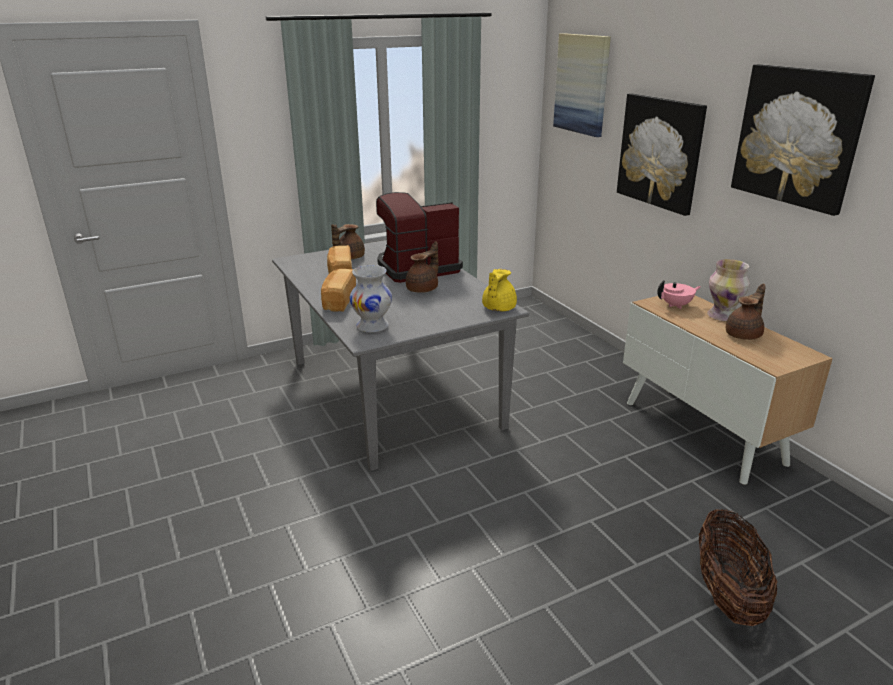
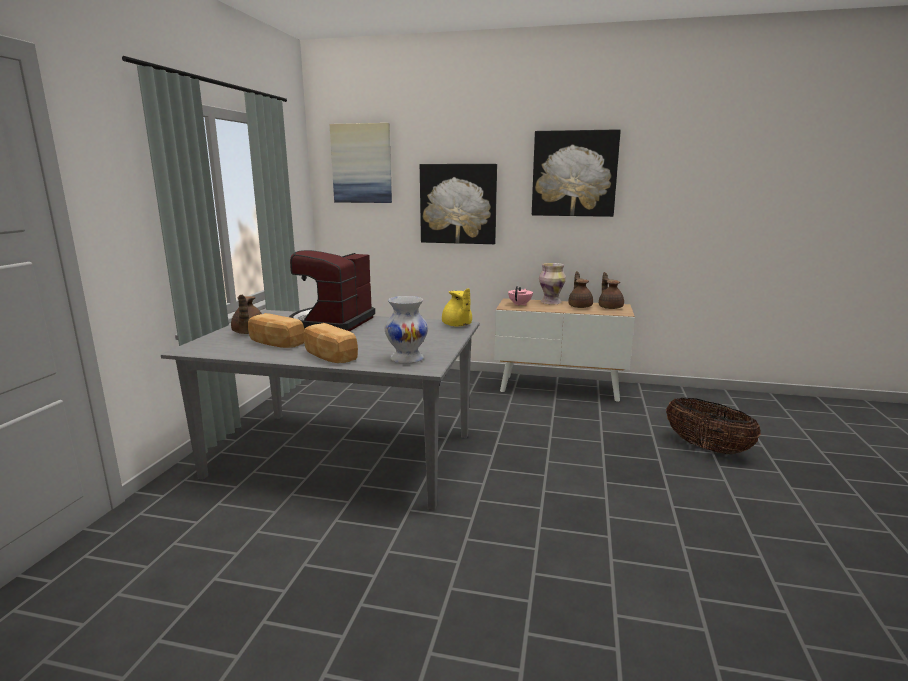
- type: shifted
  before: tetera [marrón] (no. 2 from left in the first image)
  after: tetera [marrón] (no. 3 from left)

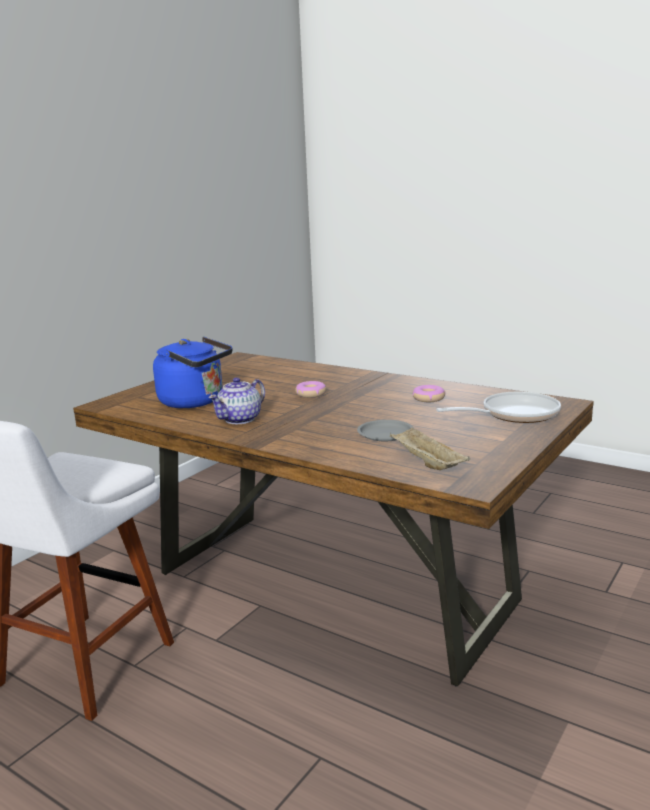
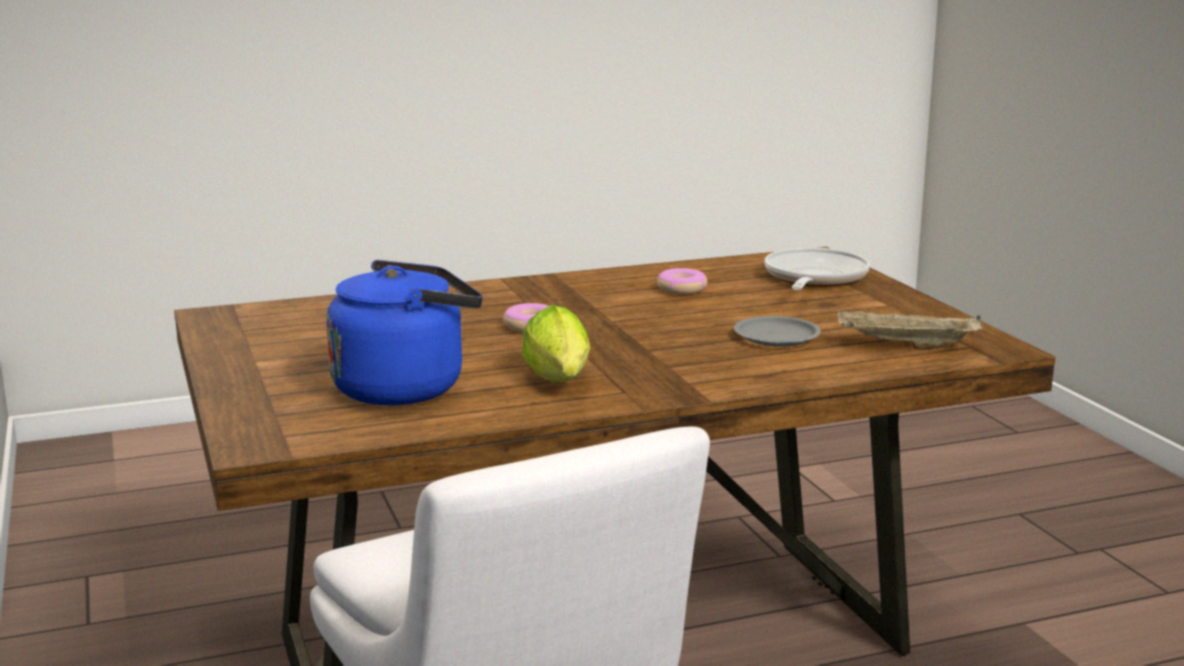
- type: swapped
  before: tetera
  after: lechuga

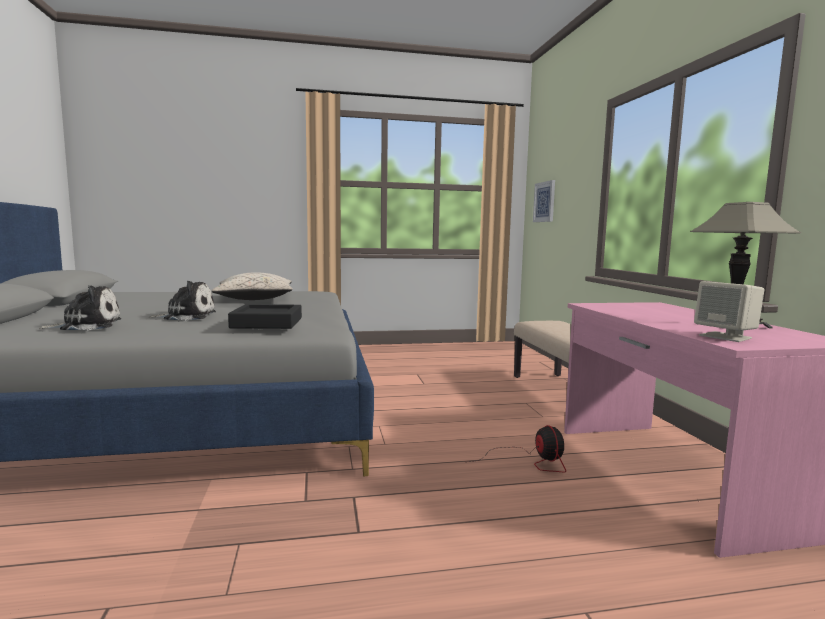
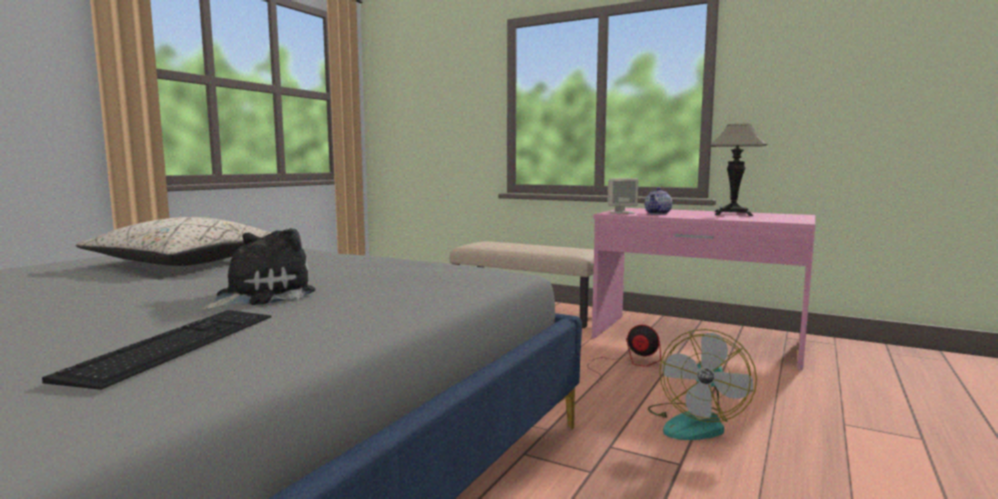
- type: swapped
  before: peluche (no. 1 from left)
  after: teclado
- type: shifted
  before: altavoz [beis]
- type: new
  after: tetera
- type: new
  after: ventilador (no. 2 from left)
- type: gone
  before: bandeja [negro]
- type: gone
  before: cuadro

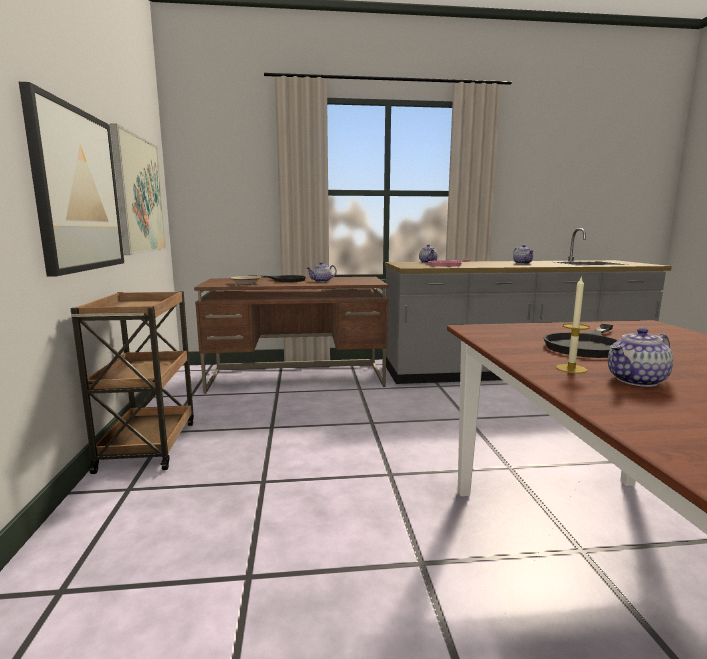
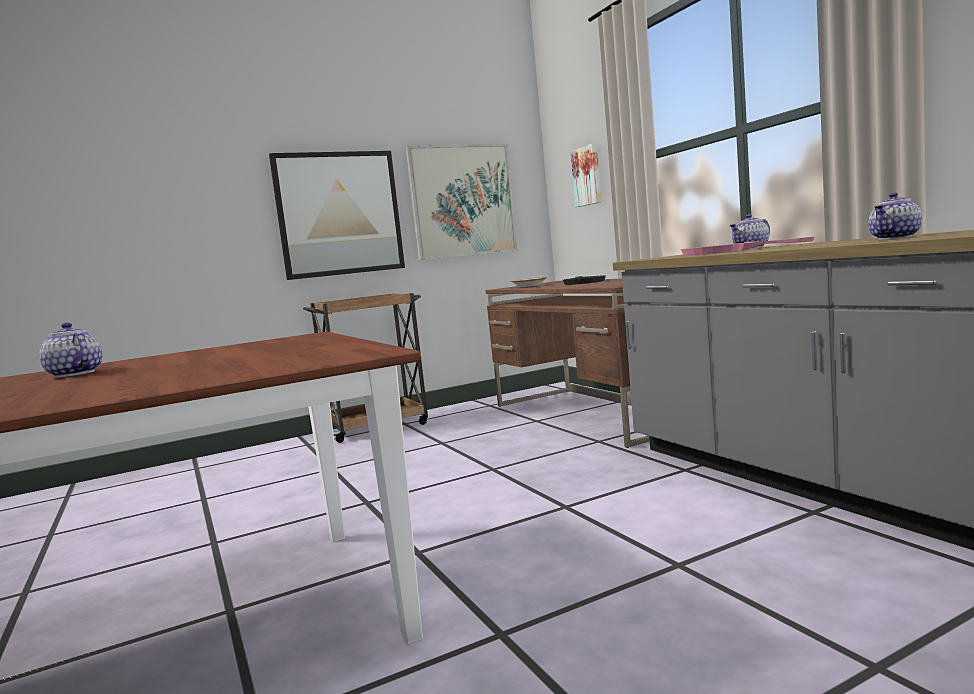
- type: new
  after: cuadro (no. 3 from left)
- type: gone
  before: tetera (no. 1 from left)
- type: gone
  before: sartén [negro] (no. 2 from left)
- type: gone
  before: vela

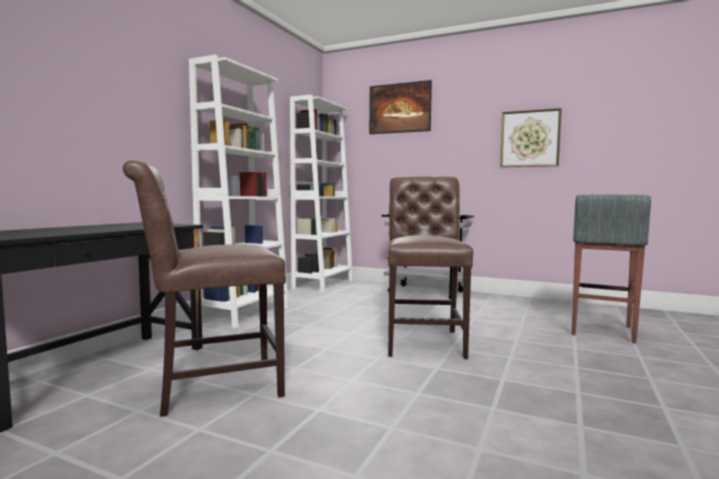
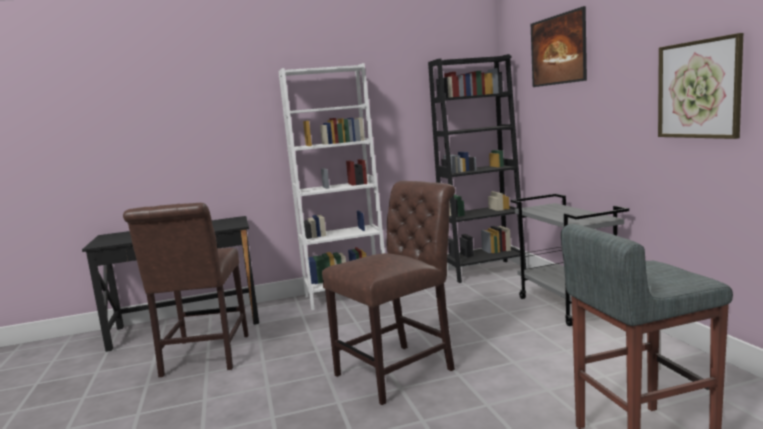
- type: rotated
  before: silla [marrón] (no. 1 from left)
  turn: -120
- type: repainted
  before: estantería [blanco] (no. 2 from left)
  after: estantería [negro]

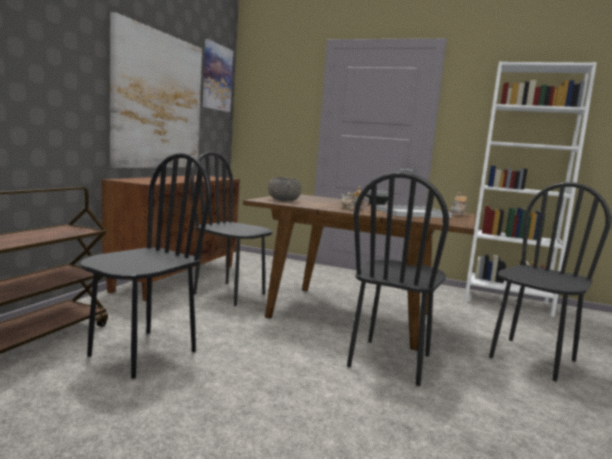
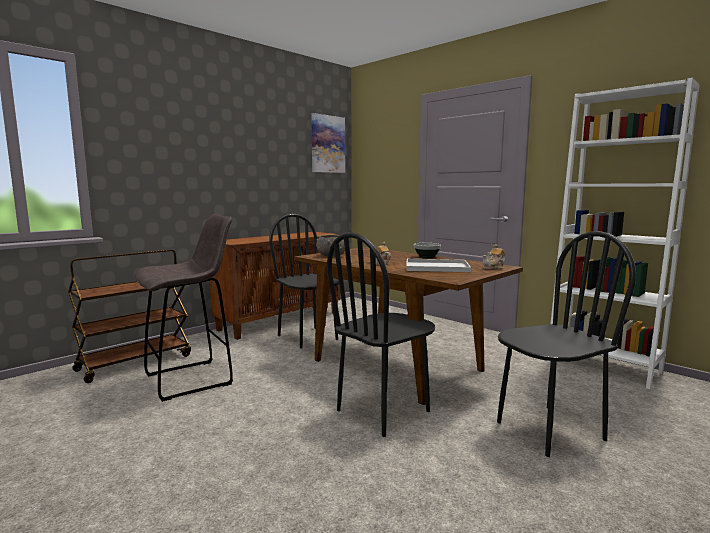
- type: swapped
  before: silla [negro] (no. 1 from left)
  after: taburete [gris]
- type: gone
  before: cuadro (no. 1 from left)

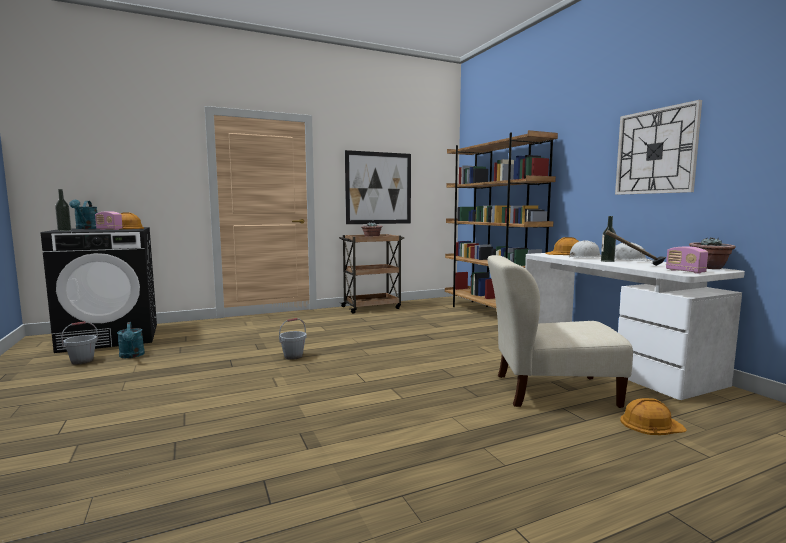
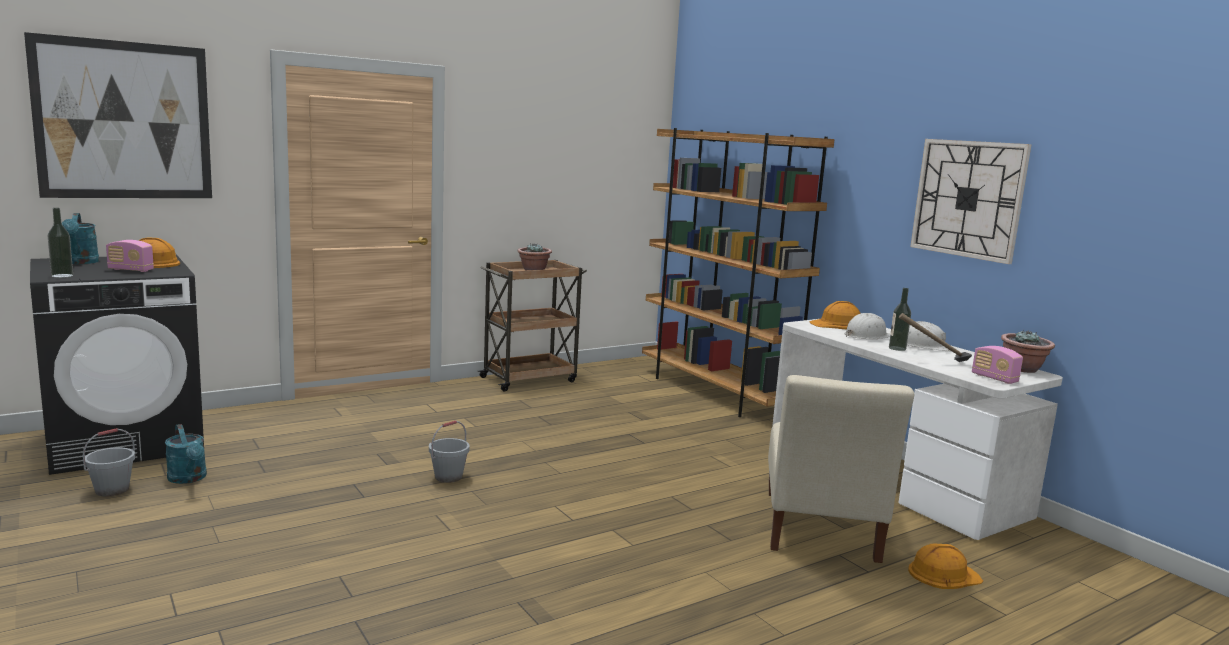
- type: shifted
  before: cuadro
- type: rotated
  before: silla [beis]
  turn: -75

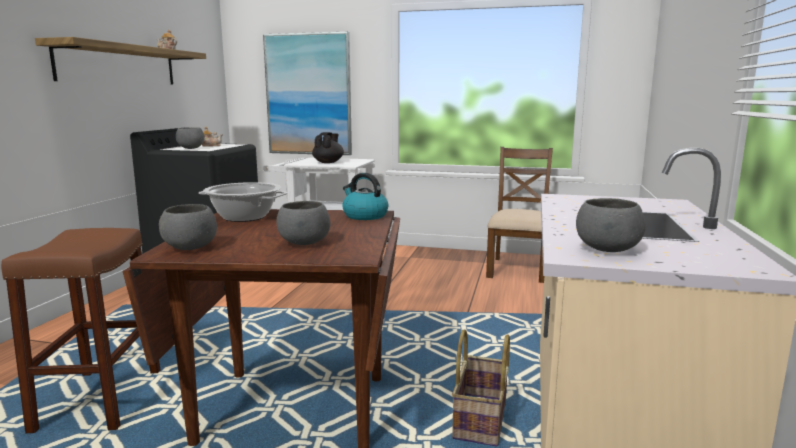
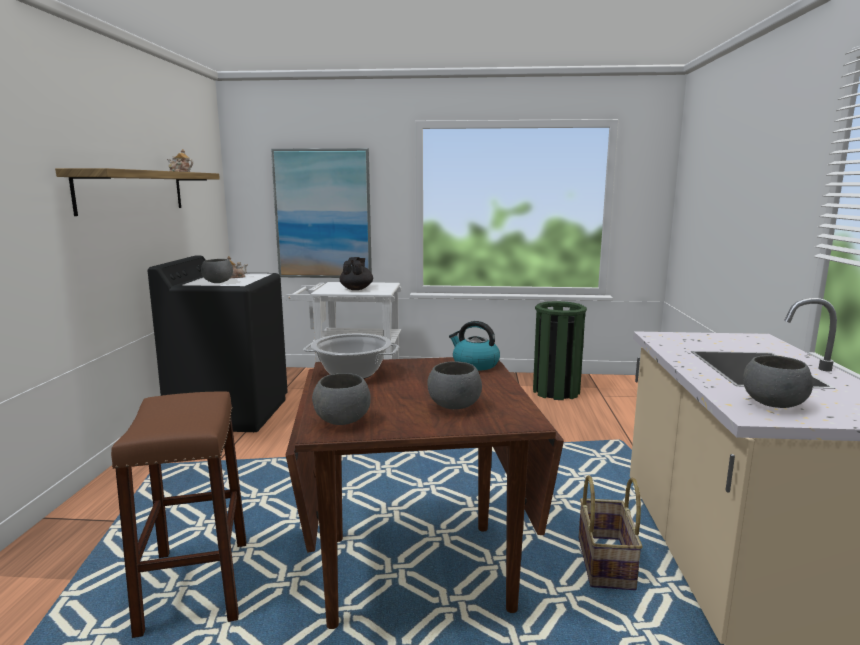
- type: swapped
  before: silla [marrón]
  after: papelera [verde]

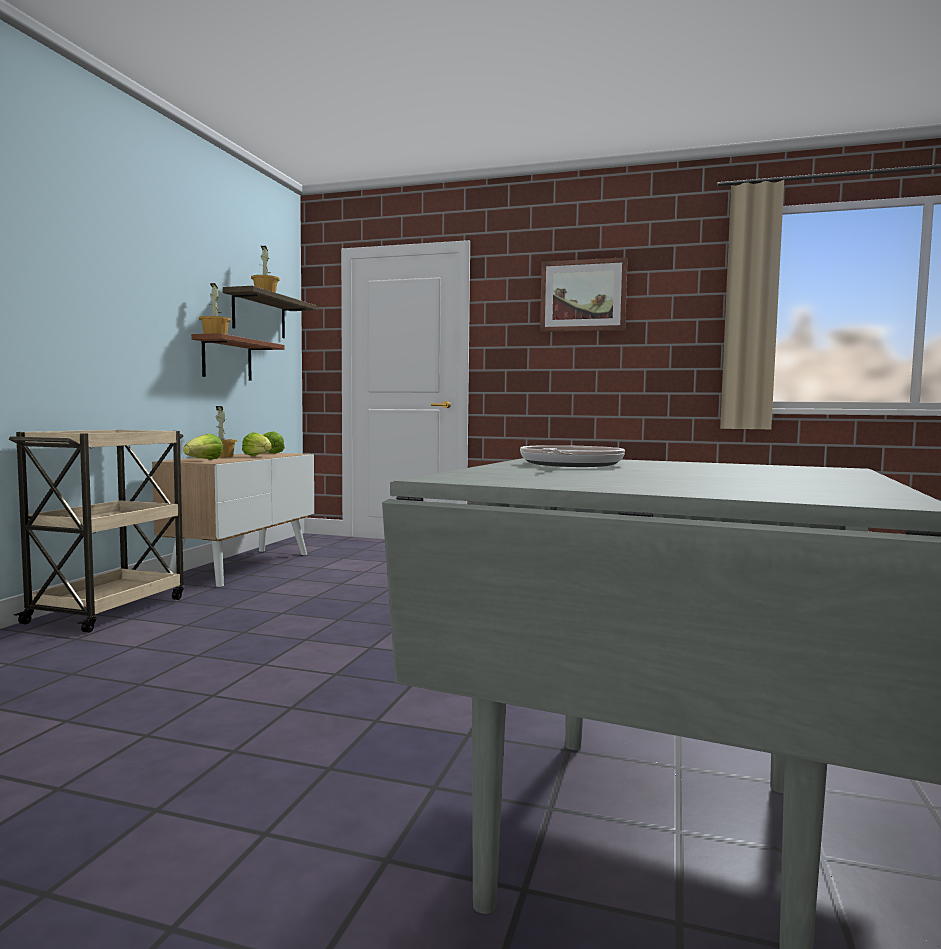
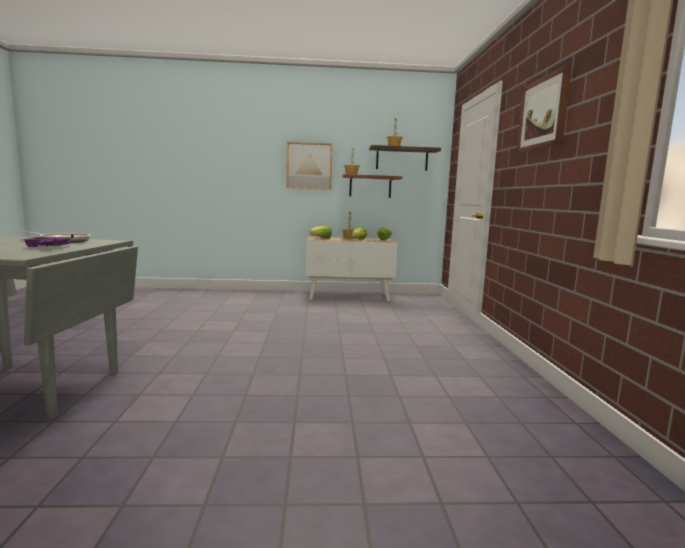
- type: new
  after: bandeja [morado]
- type: new
  after: cuadro (no. 1 from left)
- type: gone
  before: carrito [beis]

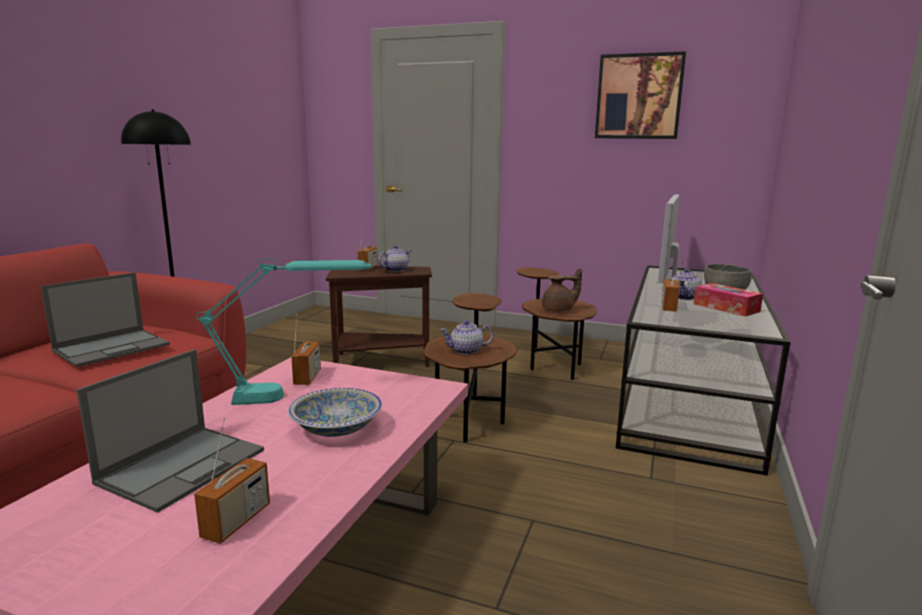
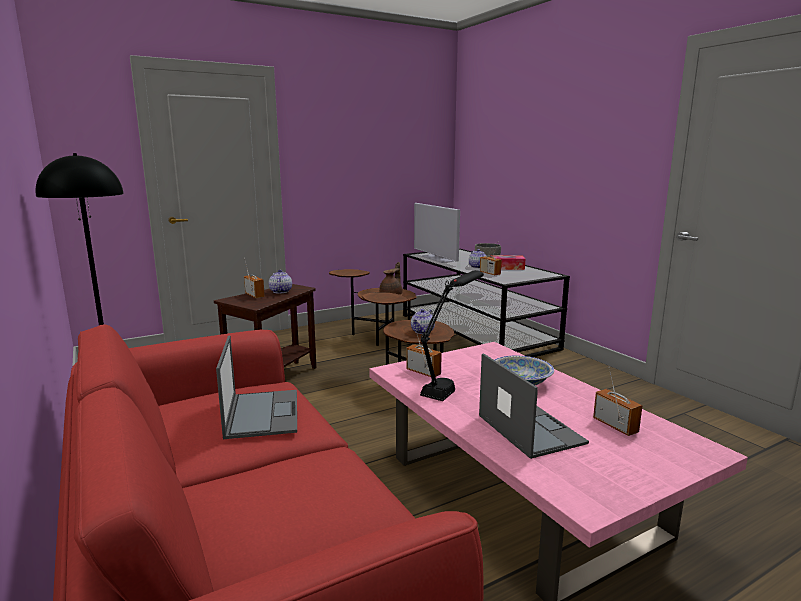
- type: repainted
  before: lámpara de mesa [turquesa]
  after: lámpara de mesa [negro]
- type: gone
  before: cuadro

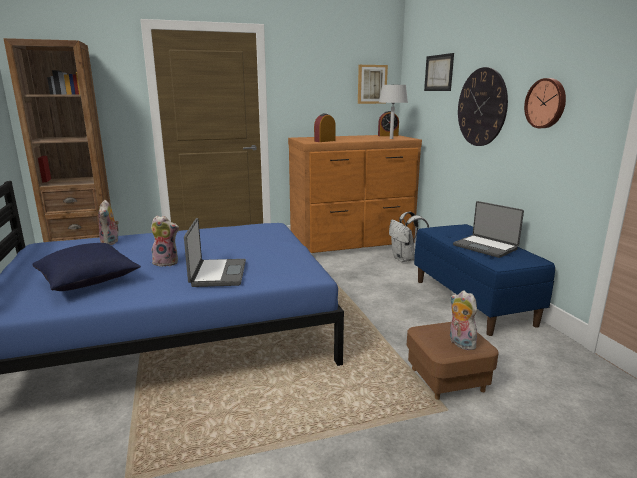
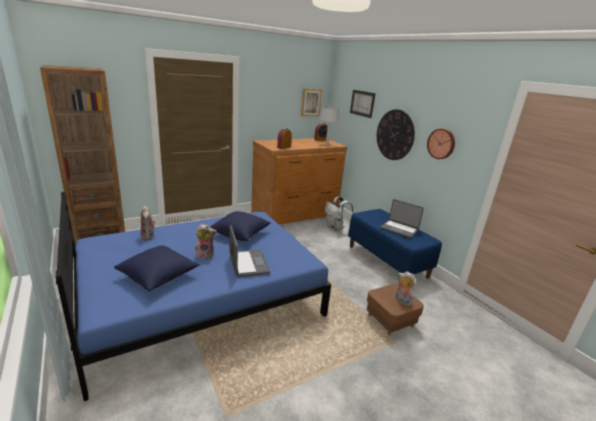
- type: new
  after: cojín [azul] (no. 2 from left)

